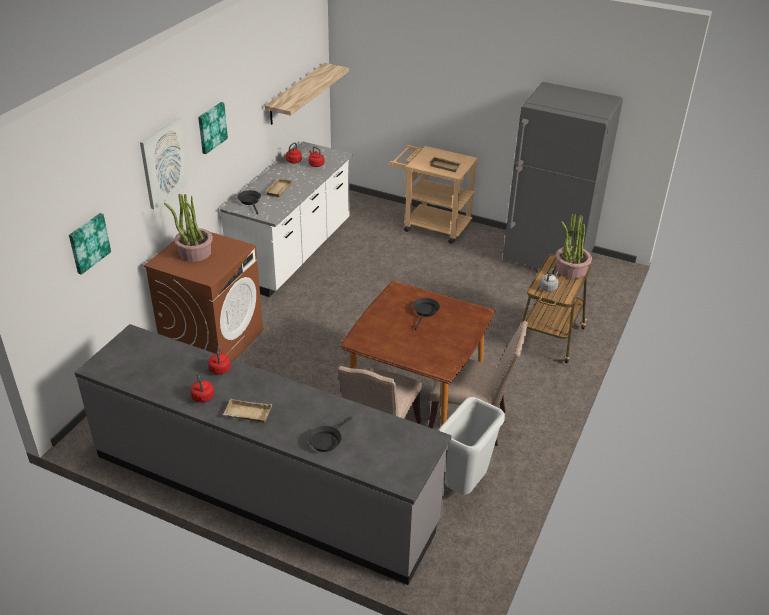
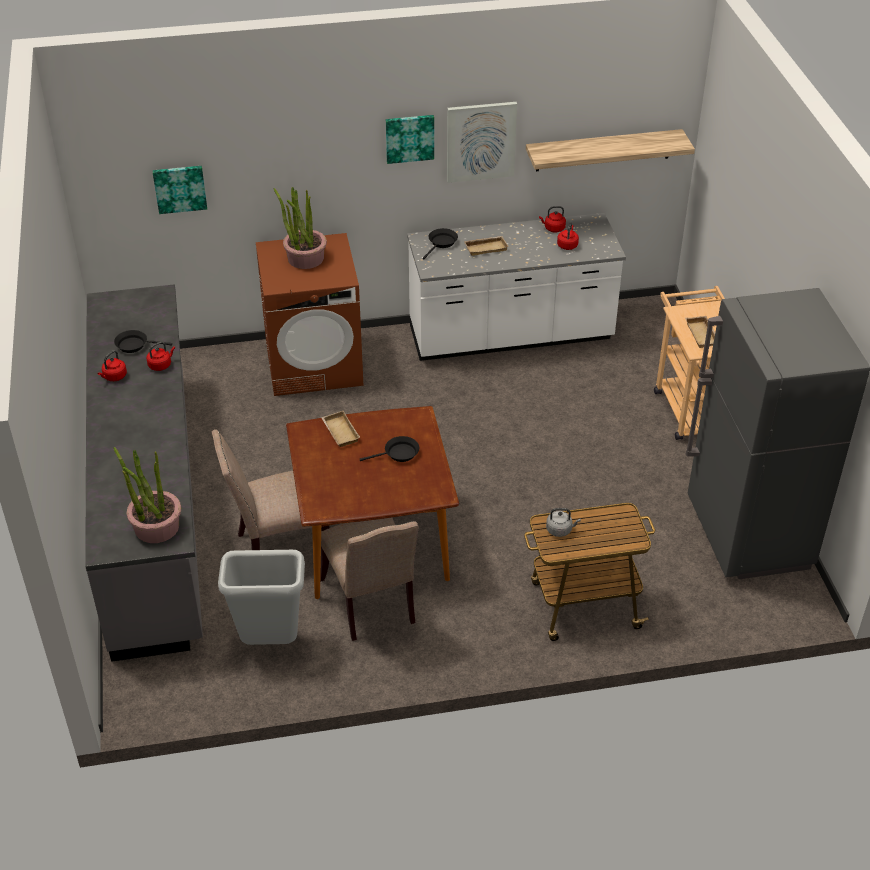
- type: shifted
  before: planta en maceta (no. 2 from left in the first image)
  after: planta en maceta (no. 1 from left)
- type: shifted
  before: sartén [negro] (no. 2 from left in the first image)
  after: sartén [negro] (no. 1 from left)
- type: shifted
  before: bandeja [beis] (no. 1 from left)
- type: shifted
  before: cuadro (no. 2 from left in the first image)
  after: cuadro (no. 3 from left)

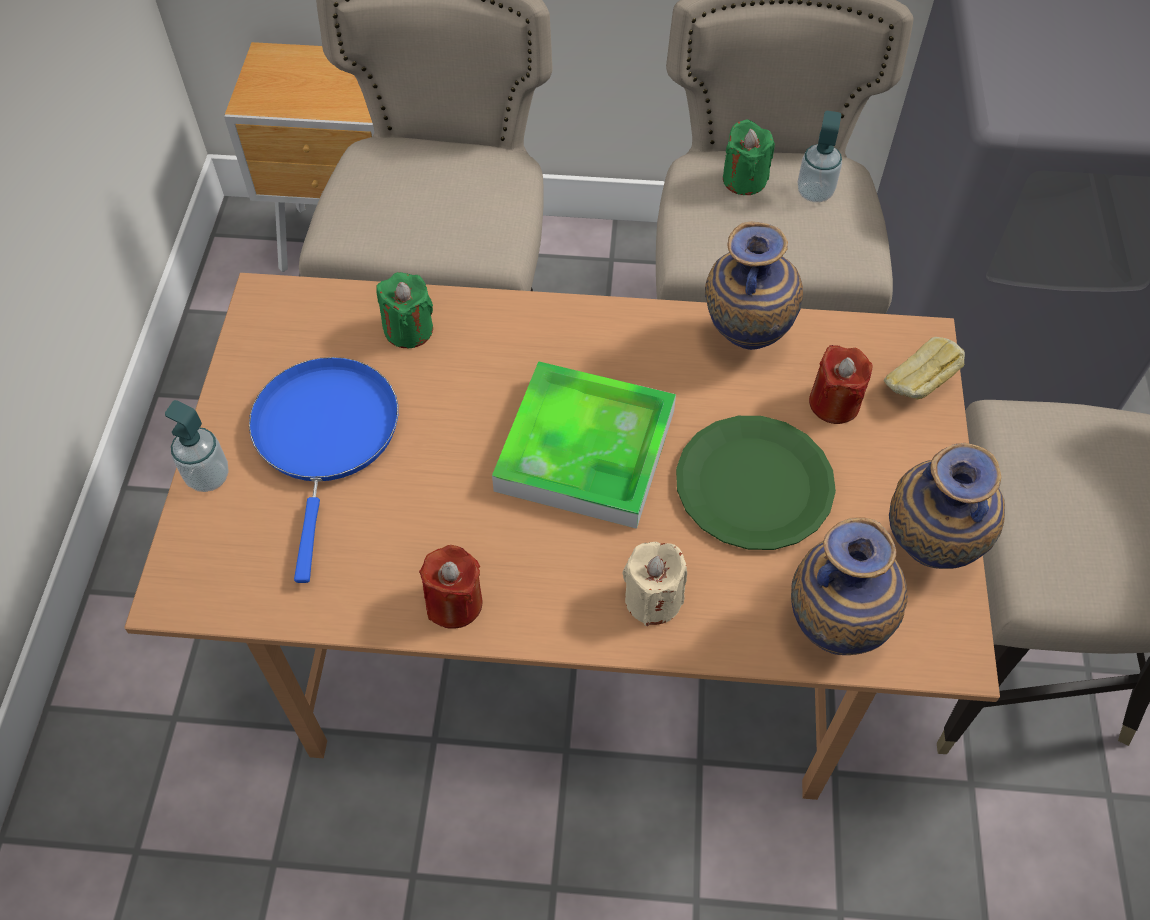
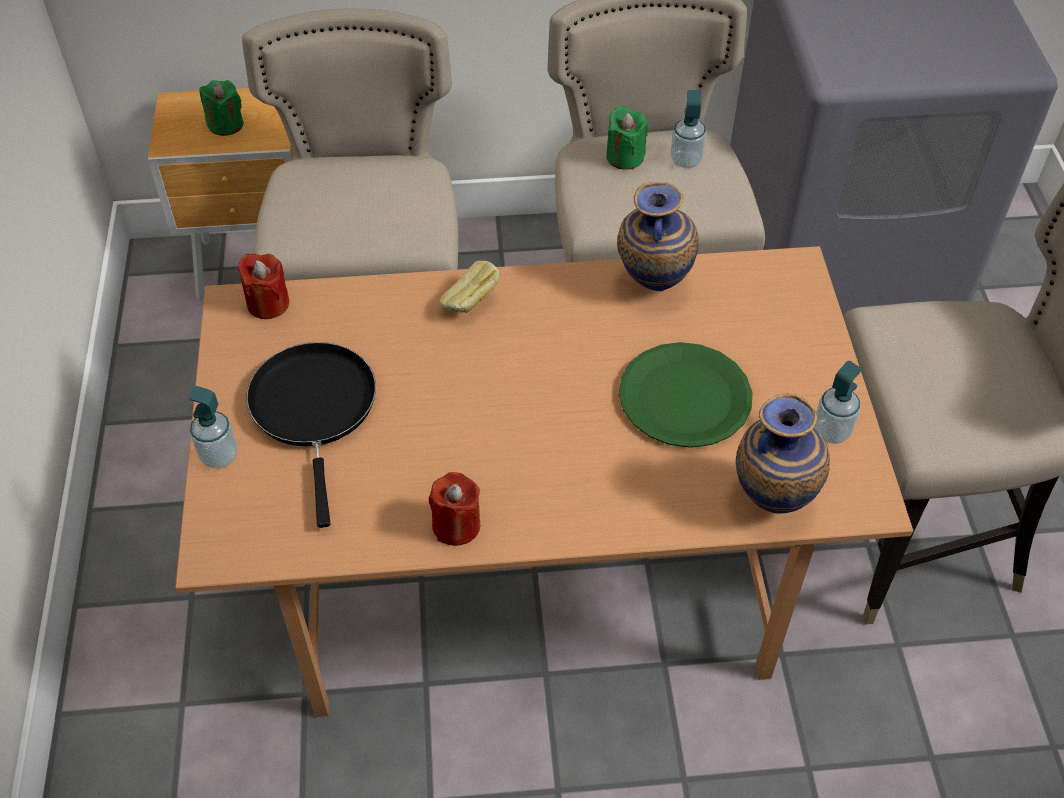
- type: shifted
  before: vela [verde] (no. 1 from left)
- type: shifted
  before: vela [rojo] (no. 2 from left in the first image)
  after: vela [rojo] (no. 1 from left)
- type: repainted
  before: sartén [azul]
  after: sartén [negro]
- type: shifted
  before: pan
- type: swapped
  before: florero (no. 3 from left)
  after: dispensador de jabón (no. 3 from left)
- type: gone
  before: bandeja
- type: gone
  before: vela [beis]

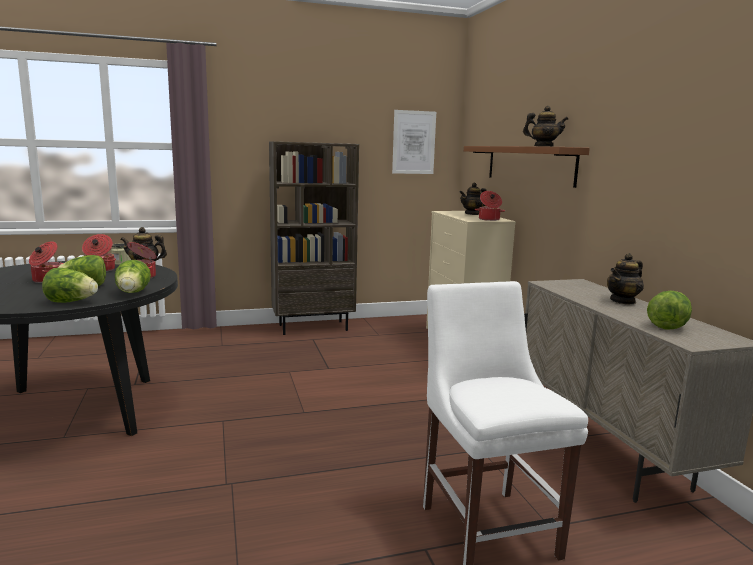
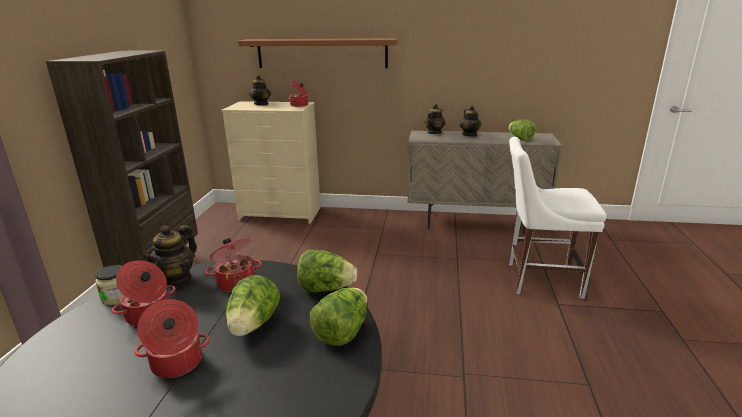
- type: shifted
  before: tetera (no. 3 from left)
- type: gone
  before: cuadro

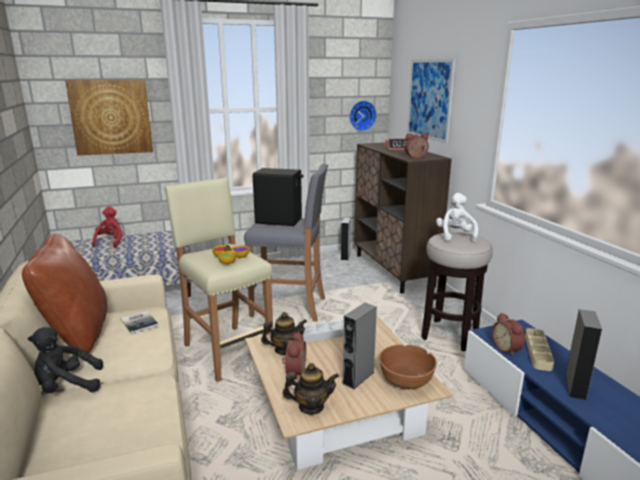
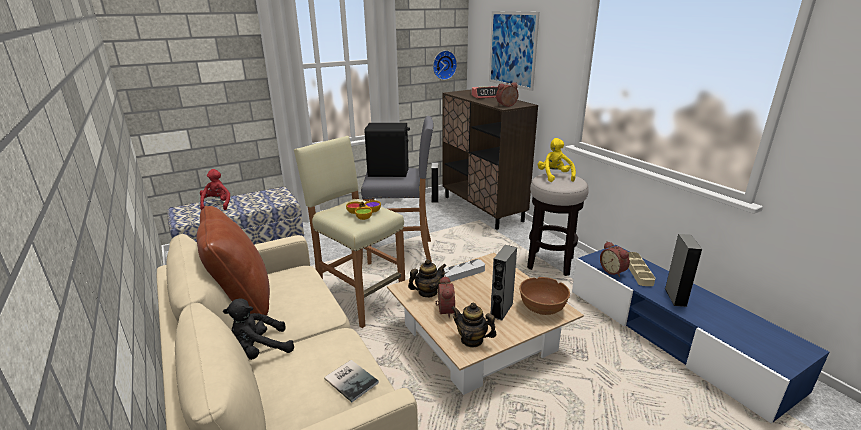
- type: shifted
  before: libro
- type: rotated
  before: tetera (no. 2 from left)
  turn: -135
- type: repainted
  before: peluche [blanco]
  after: peluche [amarillo]
- type: gone
  before: cuadro (no. 1 from left)

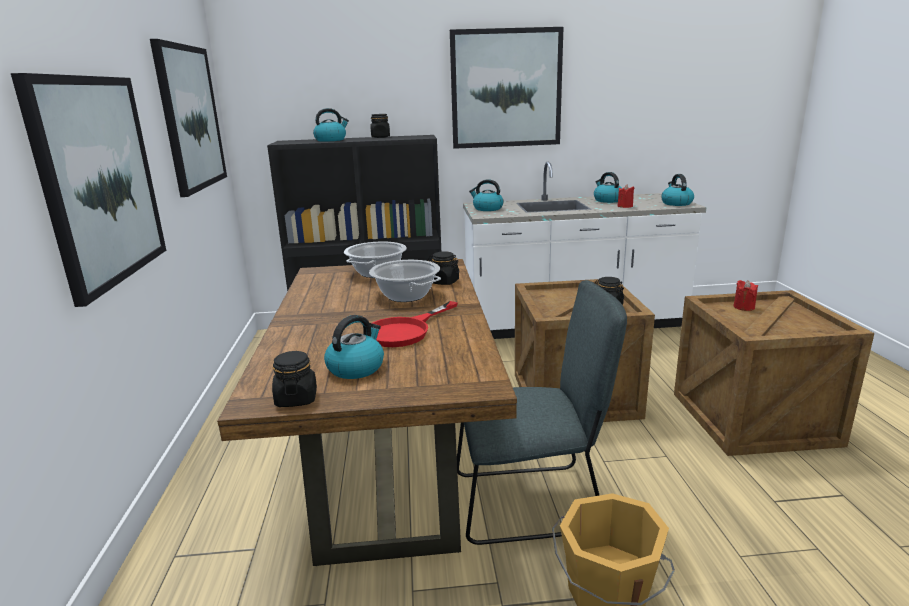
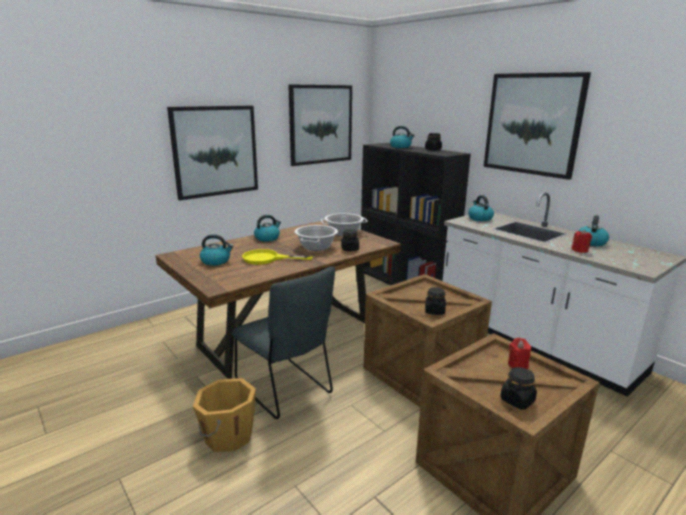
- type: repainted
  before: sartén [rojo]
  after: sartén [amarillo]
- type: shifted
  before: hervidor (no. 5 from left in the first image)
  after: hervidor (no. 2 from left)
- type: shifted
  before: tarro [negro] (no. 1 from left in the first image)
  after: tarro [negro] (no. 4 from left)

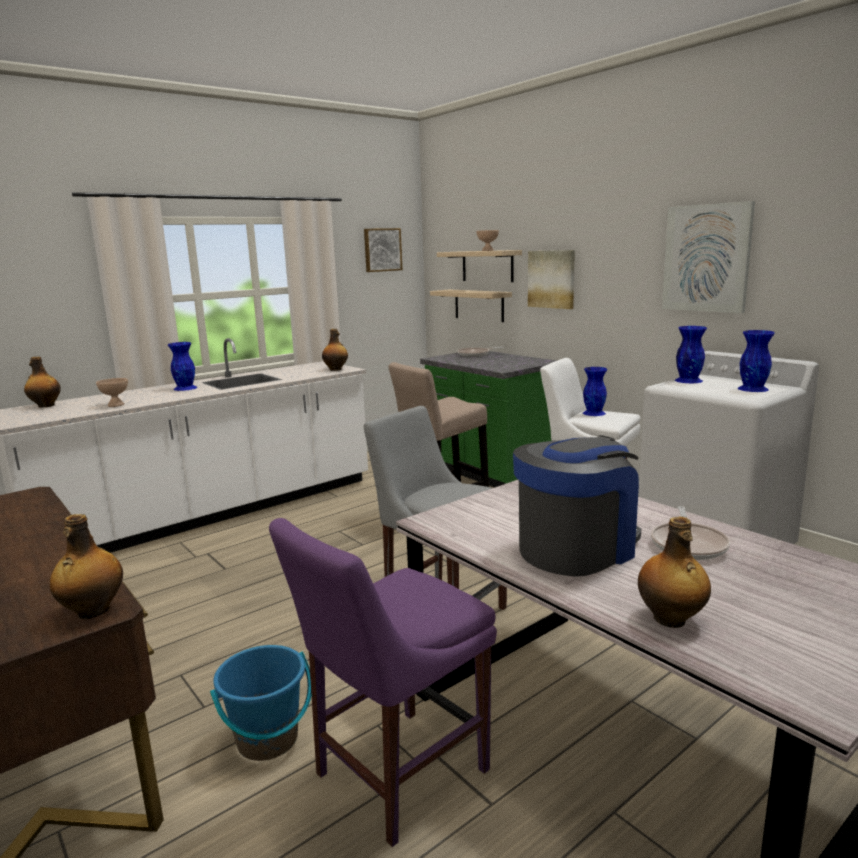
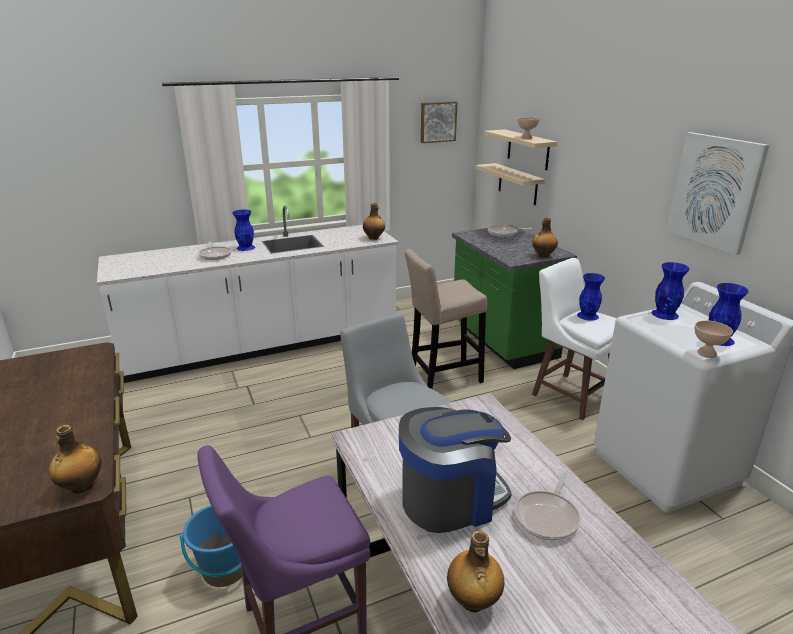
- type: new
  after: sartén (no. 1 from left)
- type: shifted
  before: botella (no. 1 from left in the first image)
  after: botella (no. 4 from left)
- type: shifted
  before: cuenco [beis] (no. 1 from left in the first image)
  after: cuenco [beis] (no. 2 from left)
- type: gone
  before: cuadro (no. 2 from left)

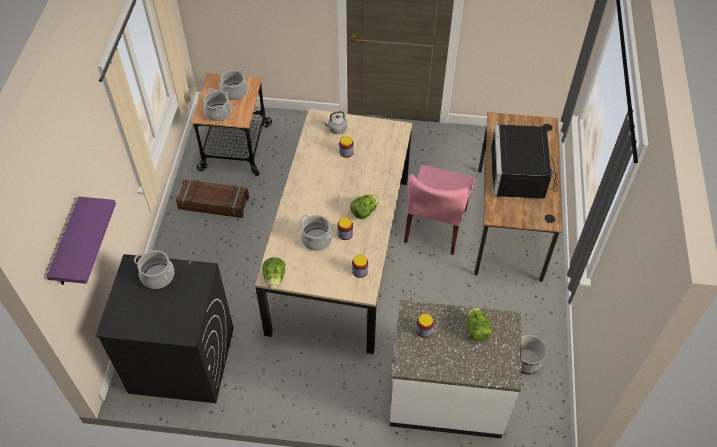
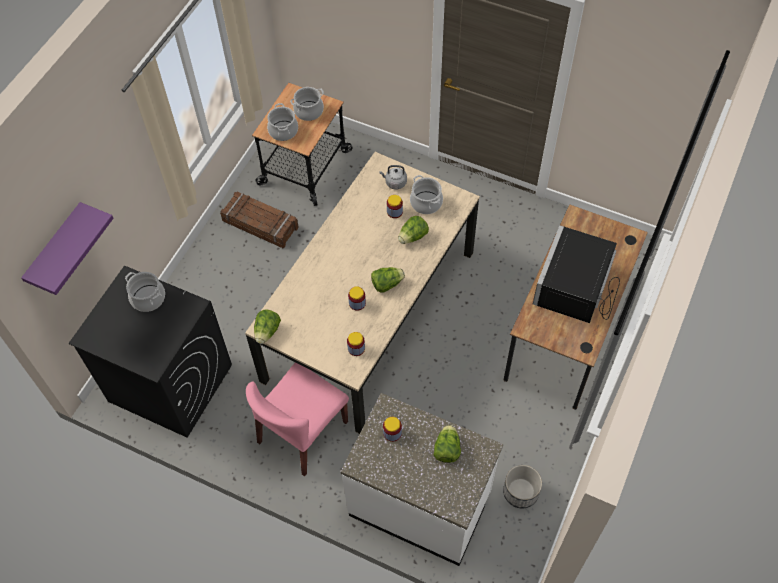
- type: shifted
  before: silla [rosa]
- type: new
  after: lechuga (no. 3 from left)
- type: shifted
  before: olla (no. 4 from left)

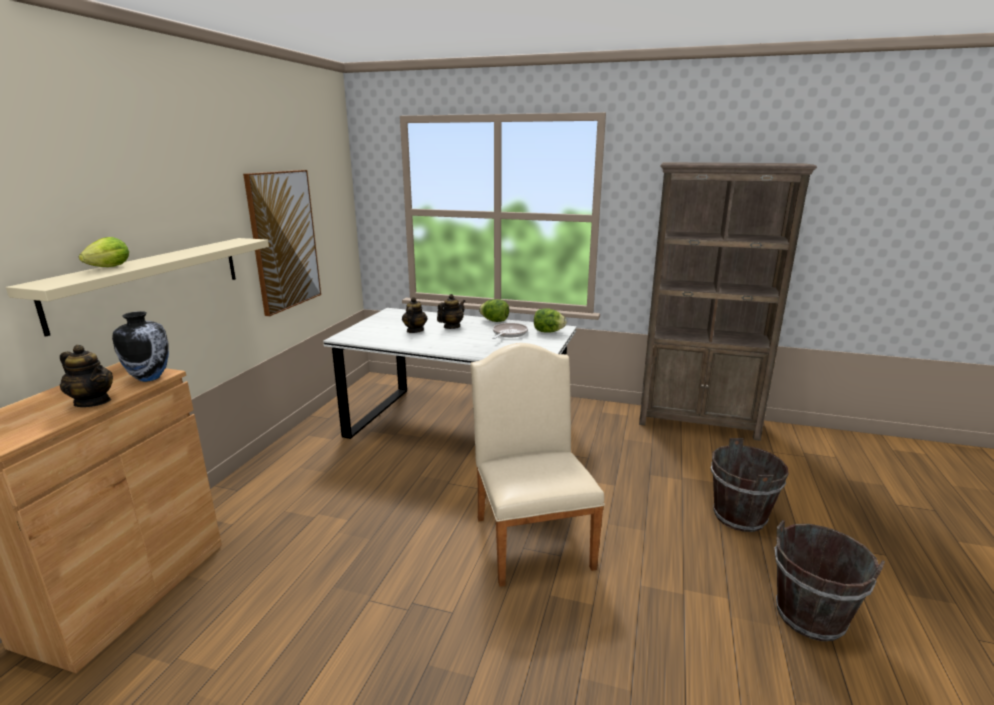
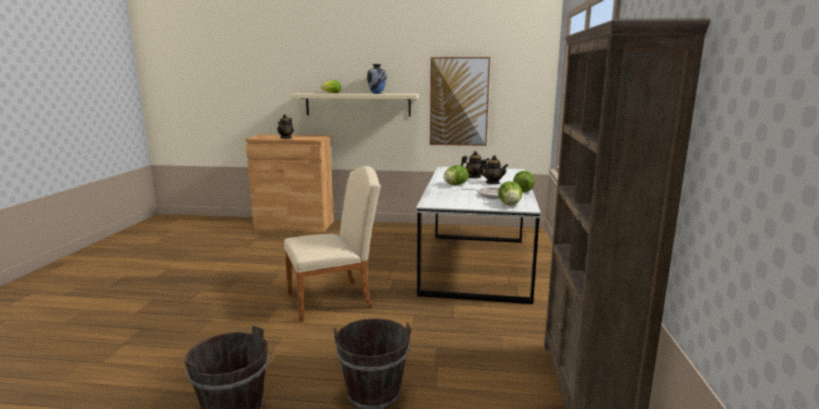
- type: shifted
  before: florero
- type: new
  after: lechuga (no. 2 from left)

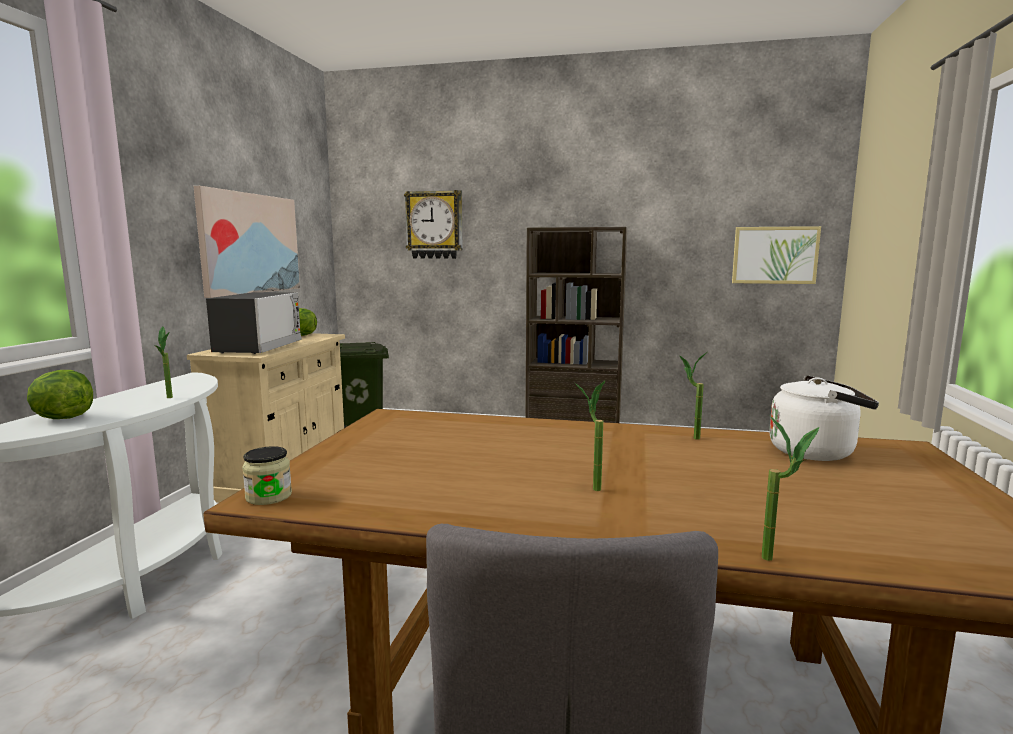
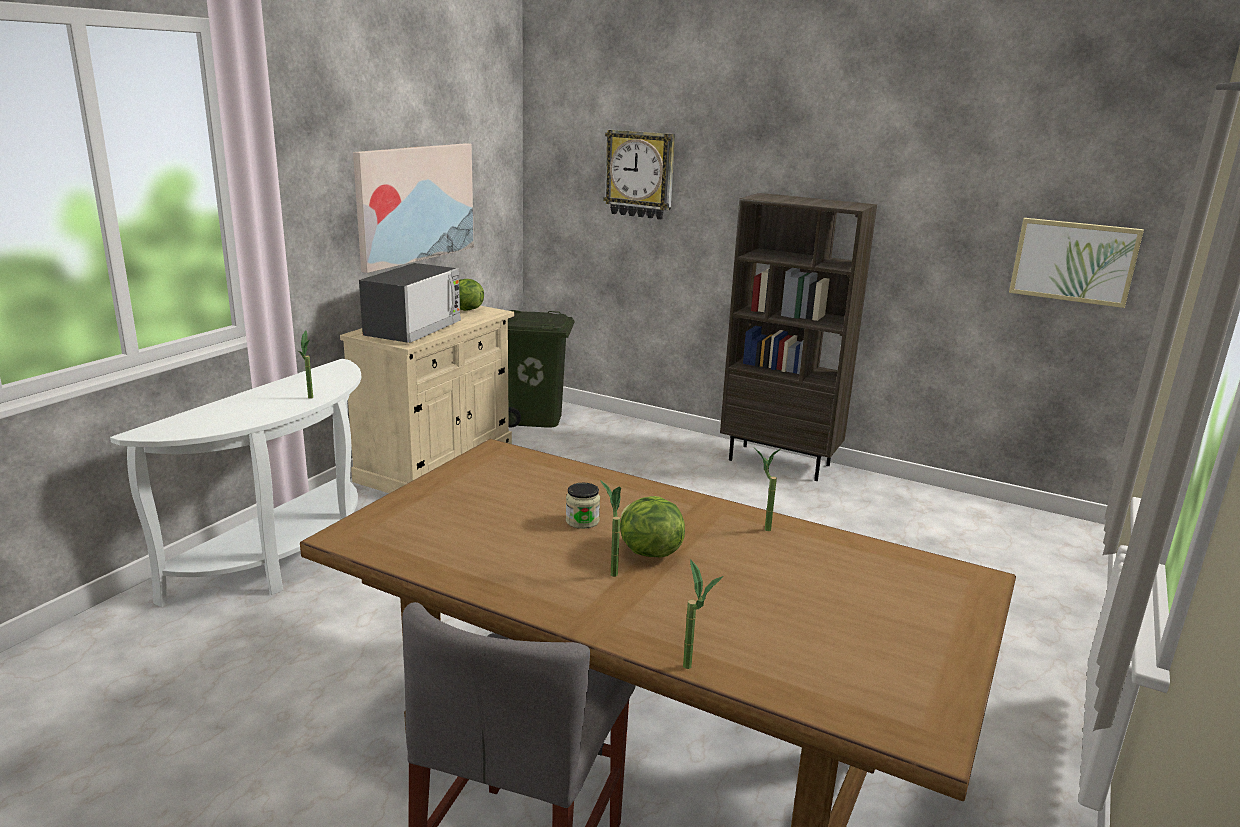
- type: shifted
  before: tarro
- type: shifted
  before: lechuga (no. 1 from left in the first image)
  after: lechuga (no. 2 from left)
- type: gone
  before: hervidor [blanco]

